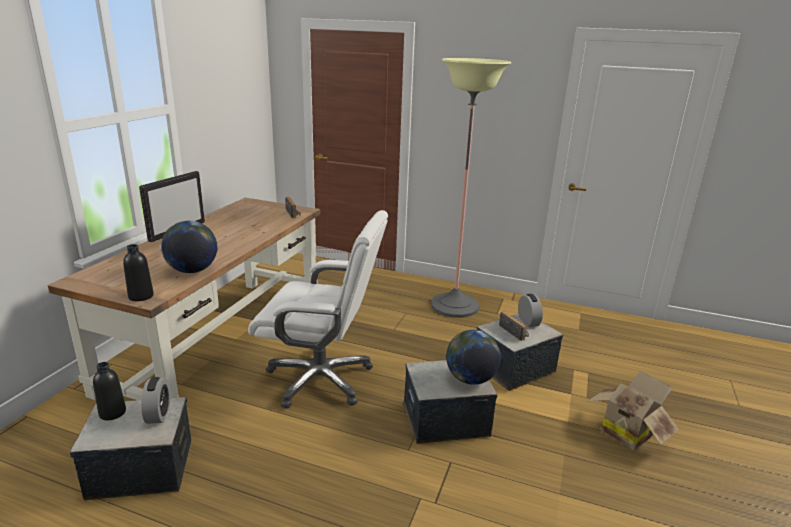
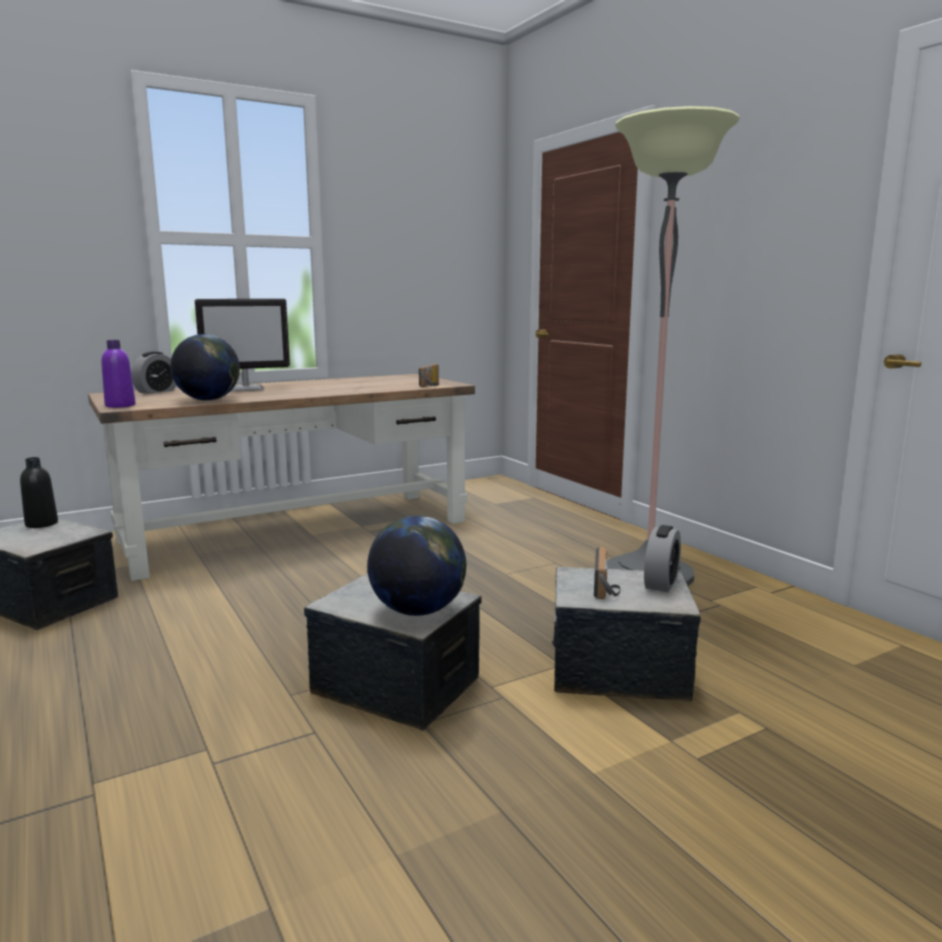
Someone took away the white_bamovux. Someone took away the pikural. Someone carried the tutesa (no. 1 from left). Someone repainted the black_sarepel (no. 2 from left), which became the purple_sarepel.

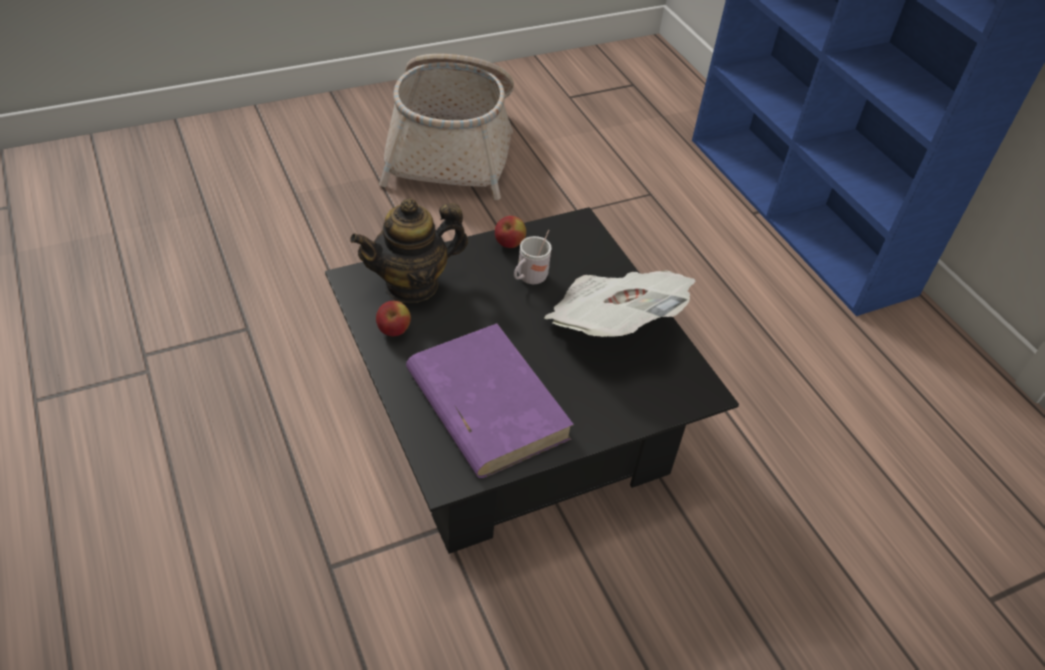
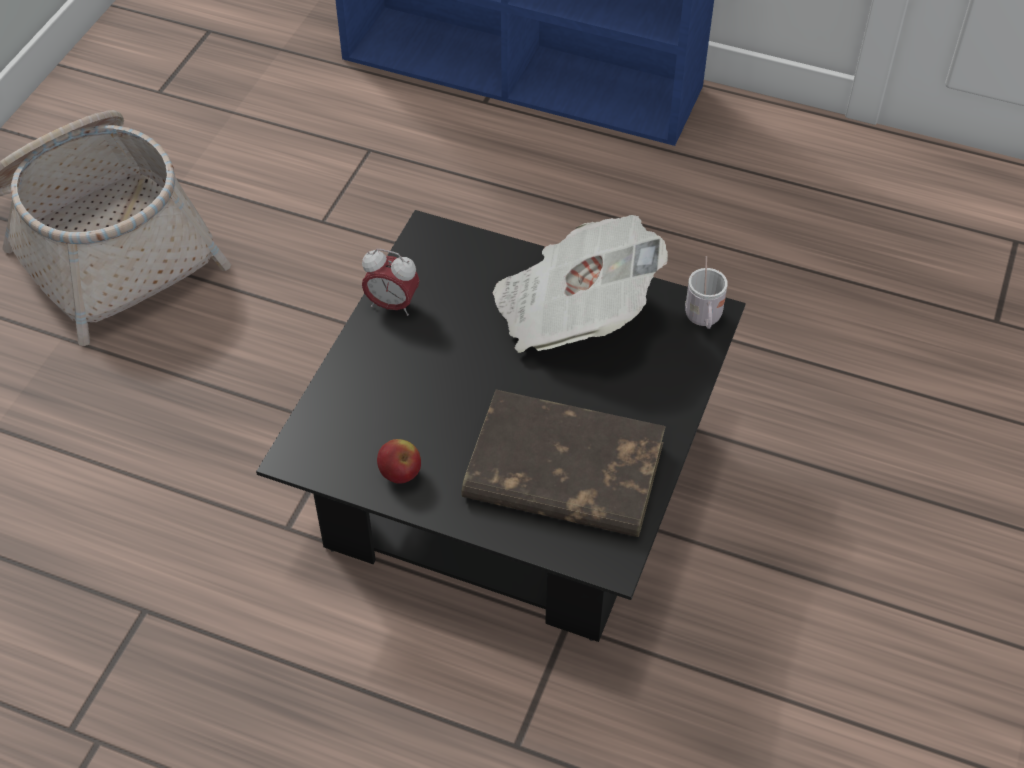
Someone took away the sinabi. Someone carried the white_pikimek. Someone swapped the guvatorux (no. 2 from left) for the tutesa. Someone repainted the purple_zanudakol, which became the brown_zanudakol.

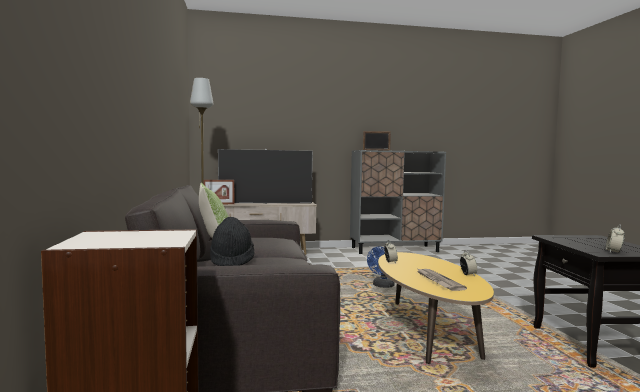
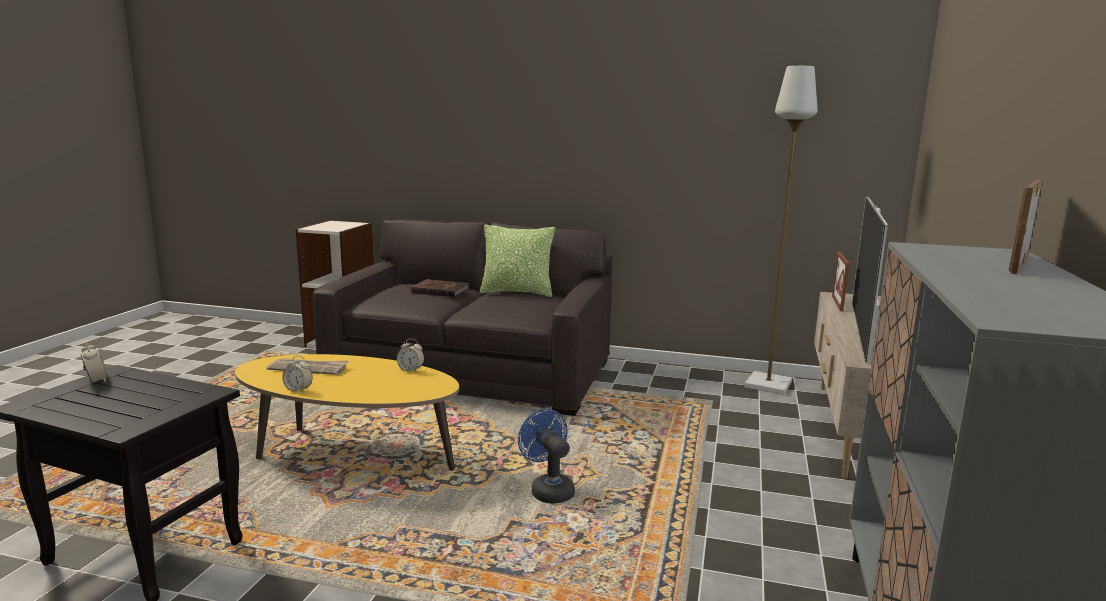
Someone swapped the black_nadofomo for the brown_zanudakol.

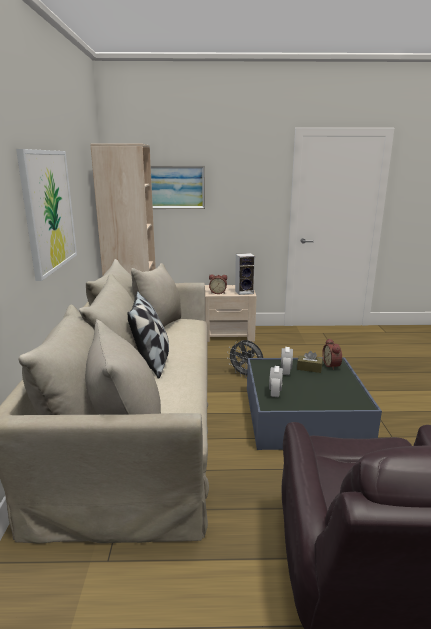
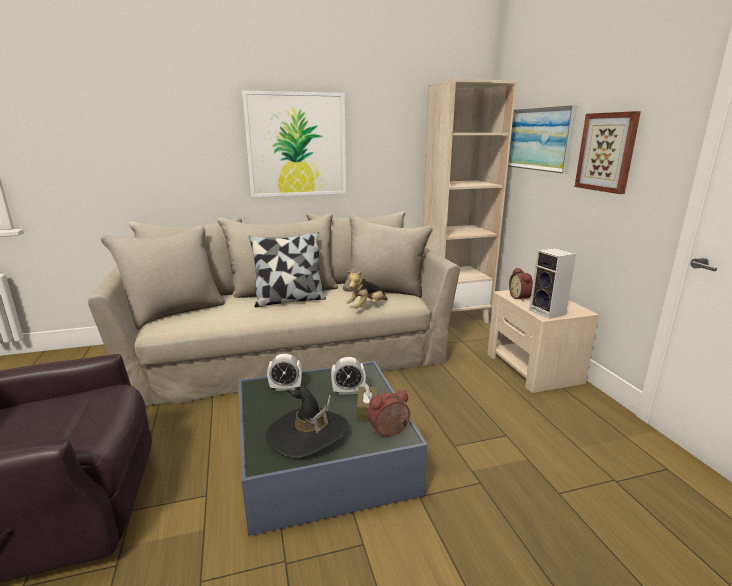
Someone took away the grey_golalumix. Someone put down the black_nadofomo. Someone put down the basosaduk. Someone put up the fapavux (no. 3 from left).

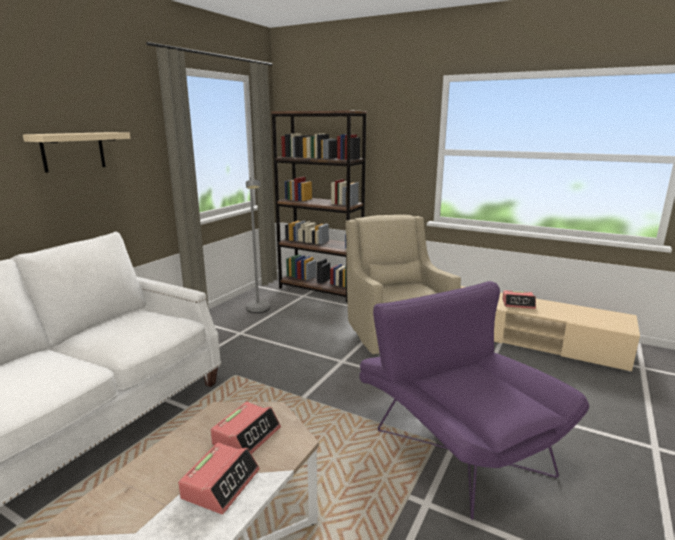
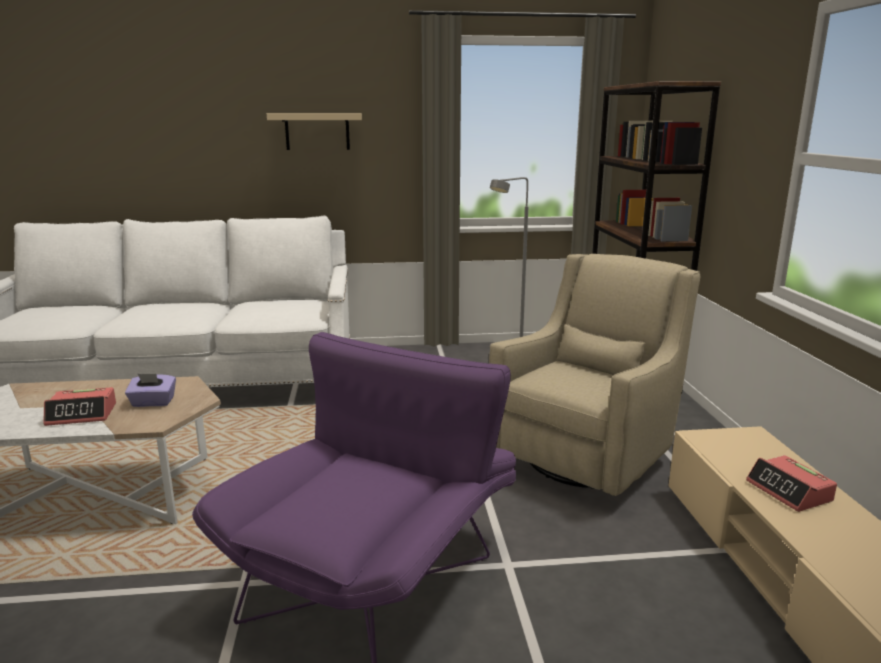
Someone swapped the tutesa (no. 2 from left) for the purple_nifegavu.

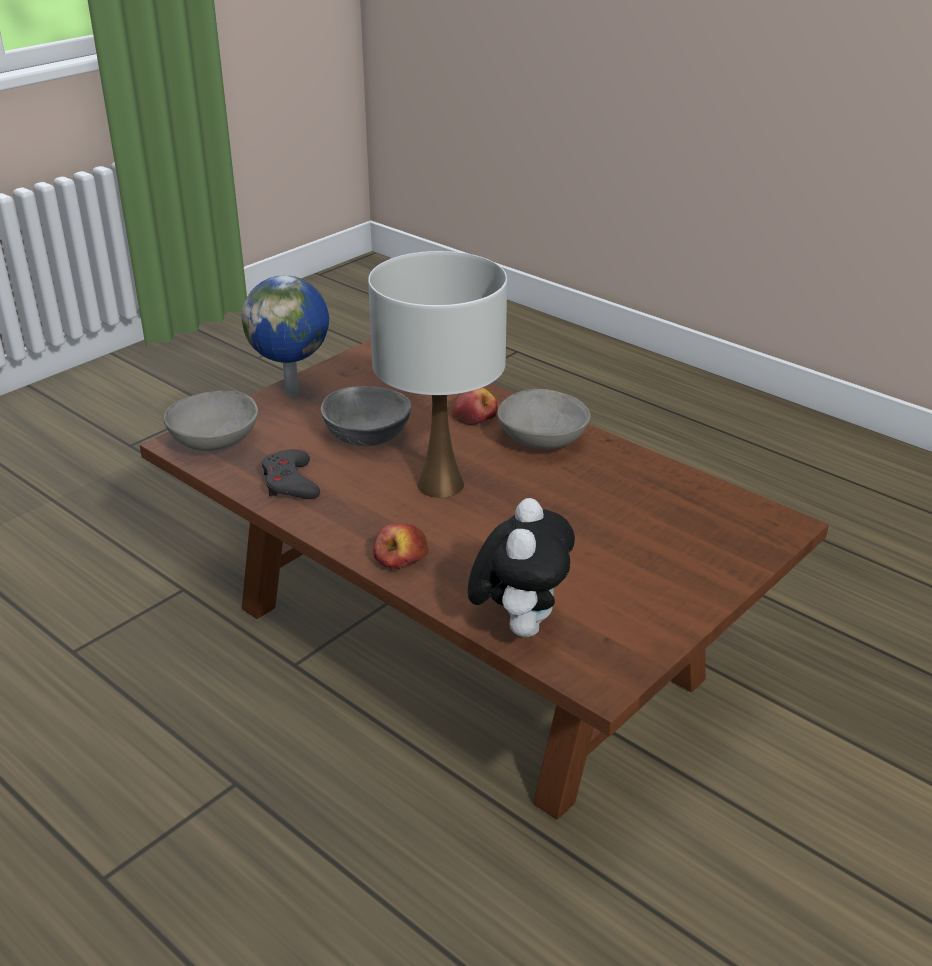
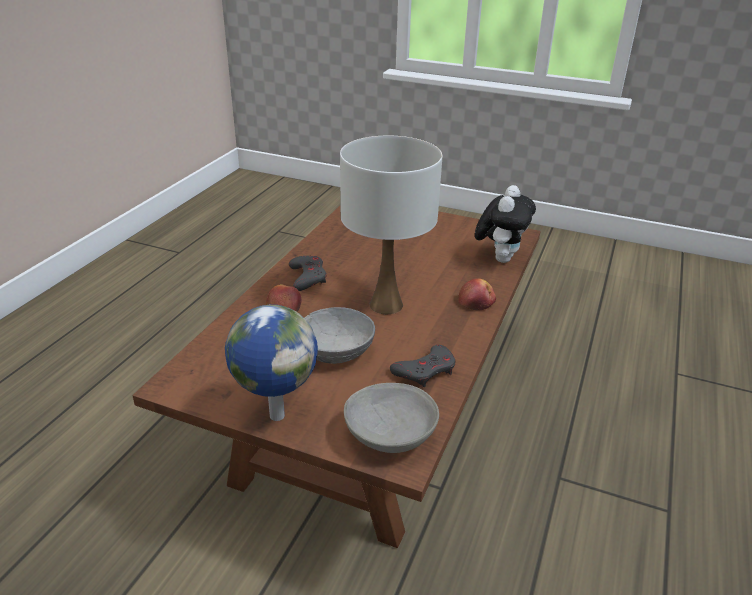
Someone swapped the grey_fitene (no. 3 from left) for the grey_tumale (no. 1 from left). Someone rotated the basosaduk by 120 degrees clockwise.

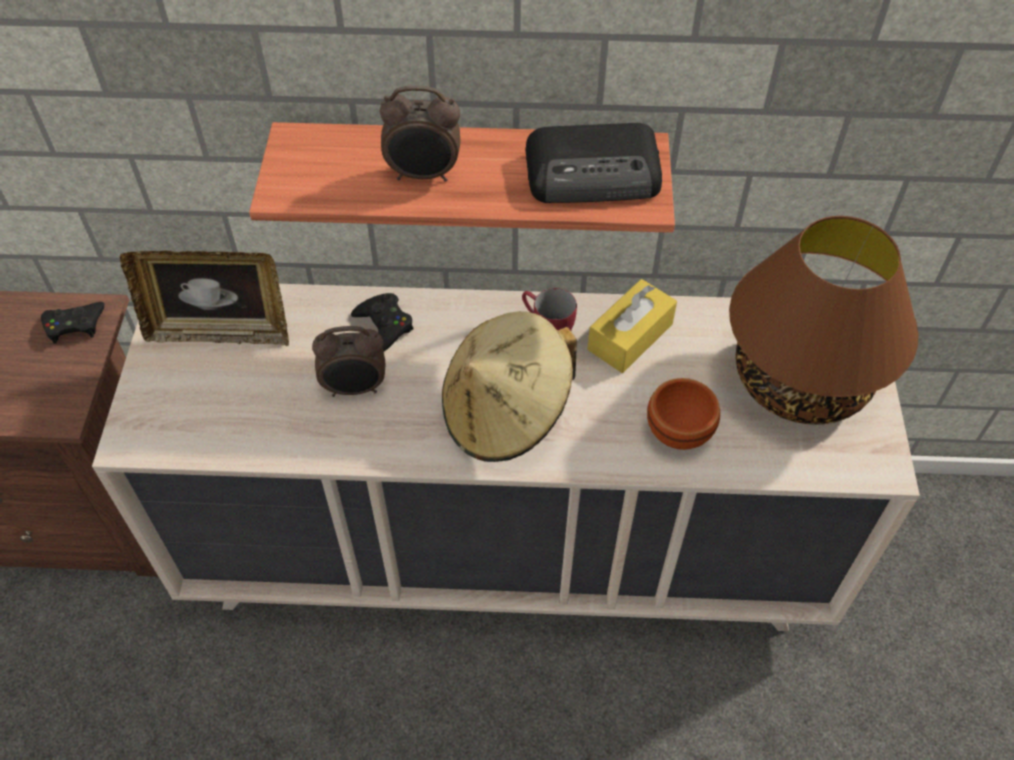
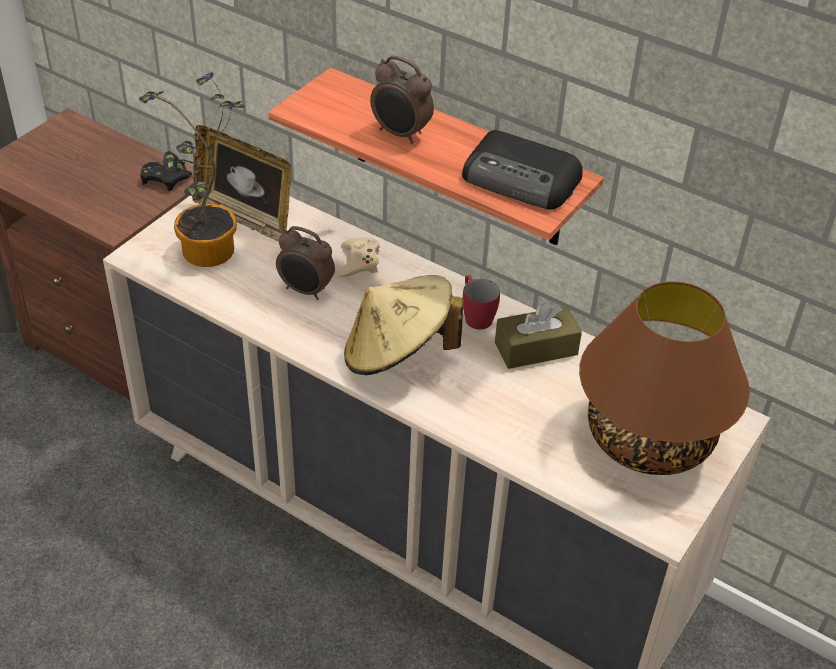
Someone took away the brown_fitene. Someone put down the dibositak. Someone repainted the black_tumale (no. 2 from left), which became the beige_tumale. Someone repainted the yellow_nifegavu, which became the brown_nifegavu.

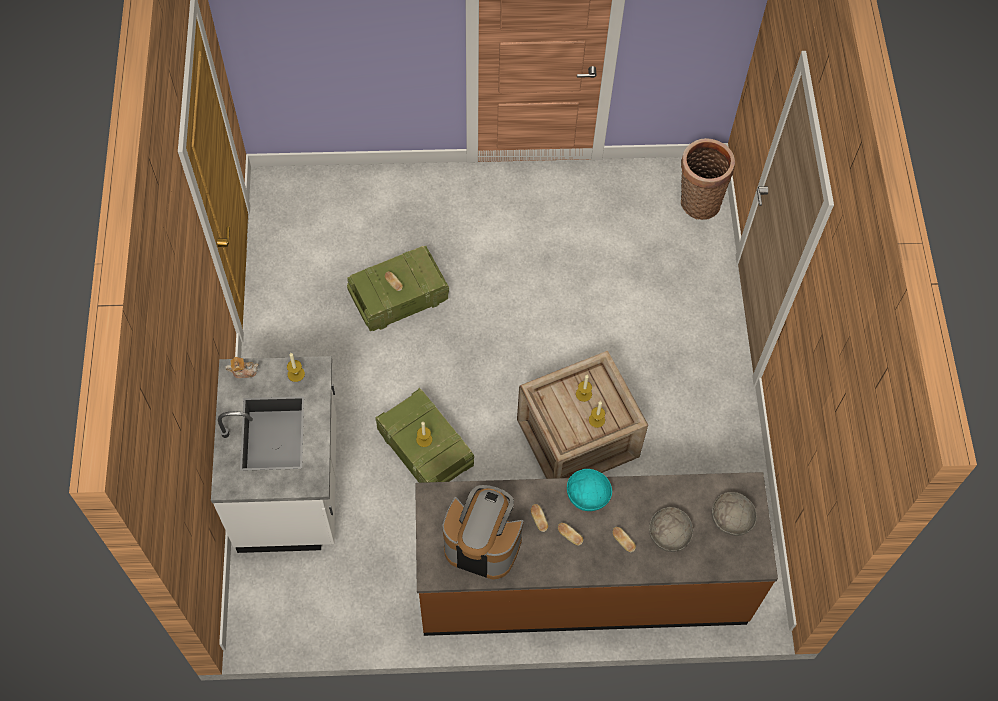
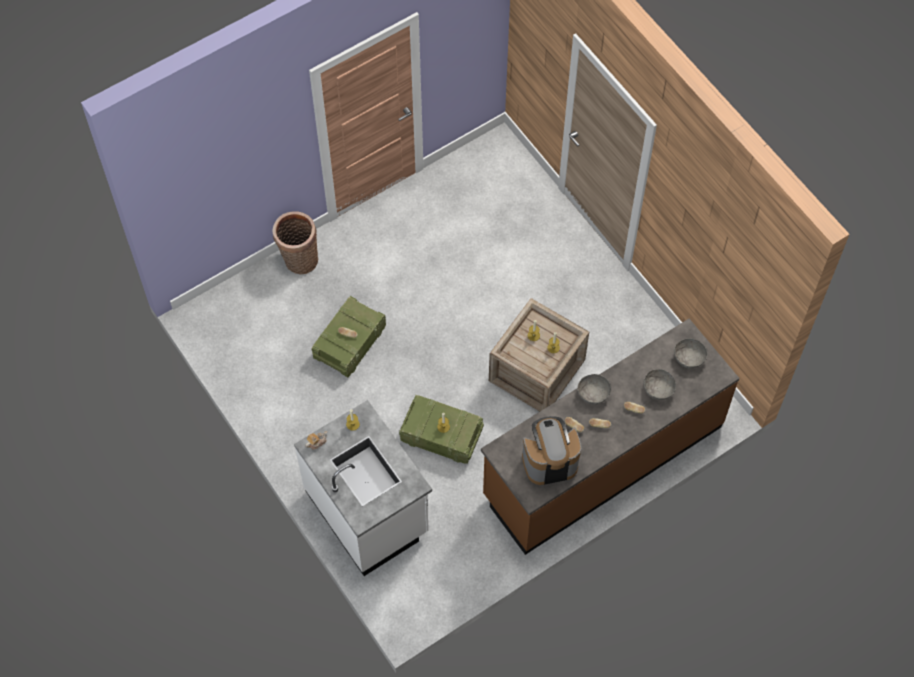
Someone carried the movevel. Someone repainted the turquoise_fitene, which became the grey_fitene (no. 1 from left).

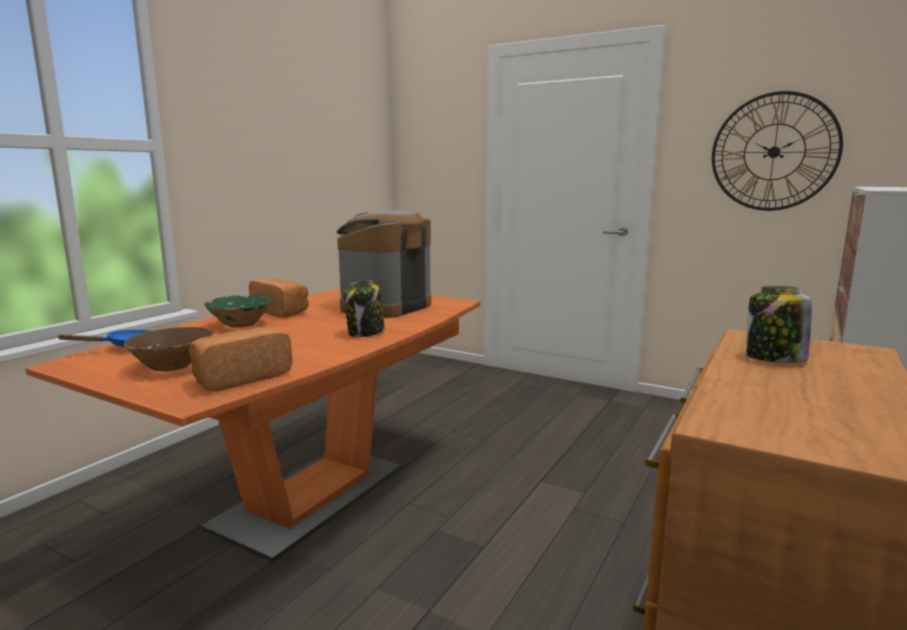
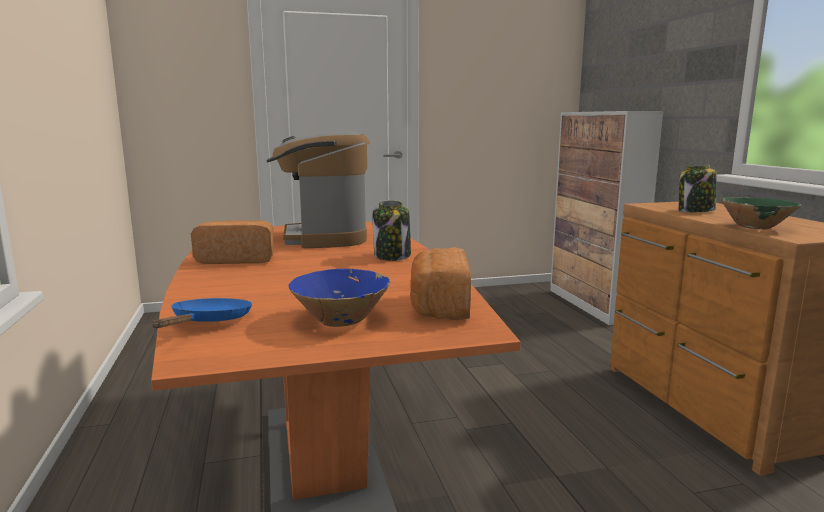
Someone took away the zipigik. Someone carried the green_fitene. Someone repainted the brown_fitene, which became the blue_fitene.

